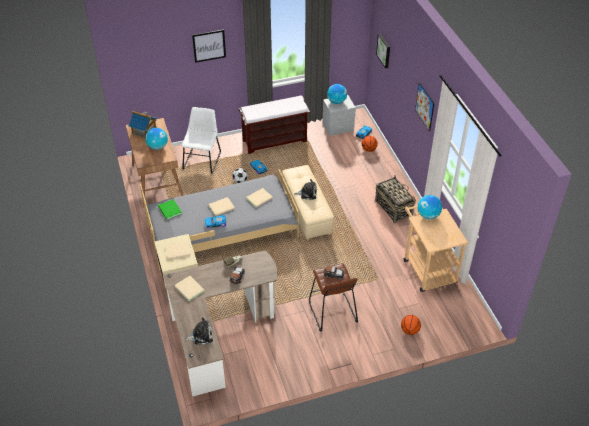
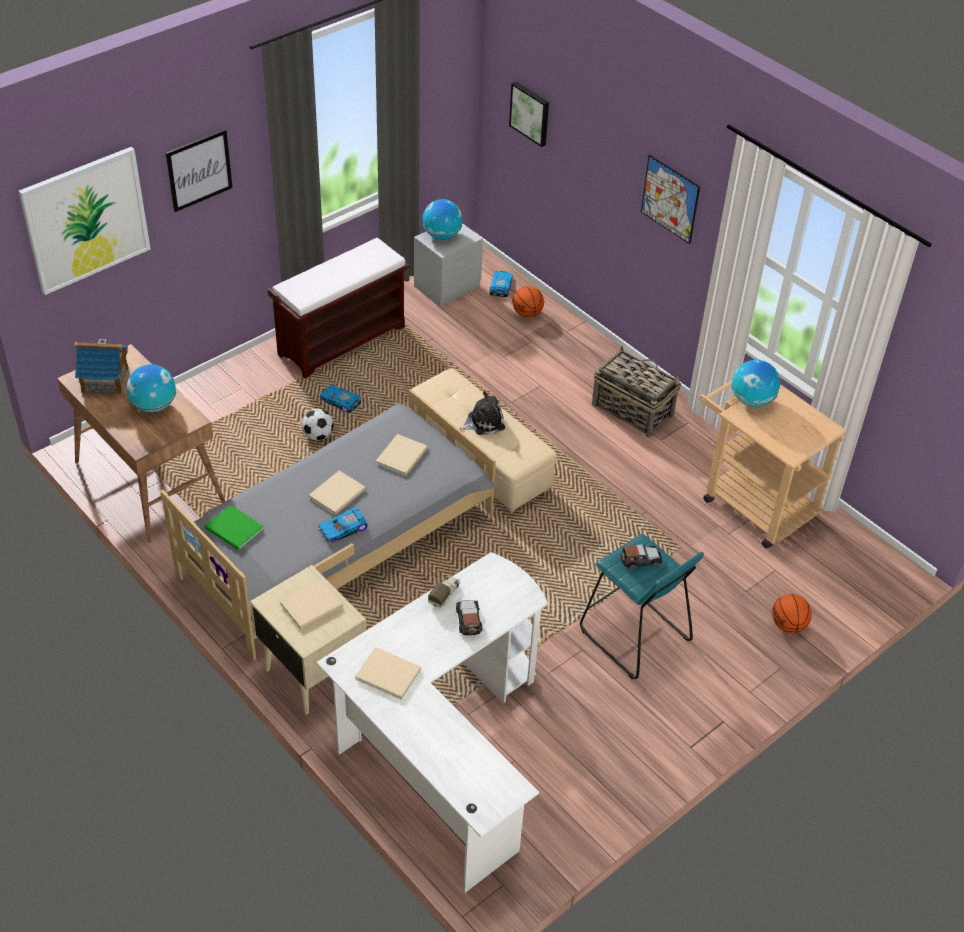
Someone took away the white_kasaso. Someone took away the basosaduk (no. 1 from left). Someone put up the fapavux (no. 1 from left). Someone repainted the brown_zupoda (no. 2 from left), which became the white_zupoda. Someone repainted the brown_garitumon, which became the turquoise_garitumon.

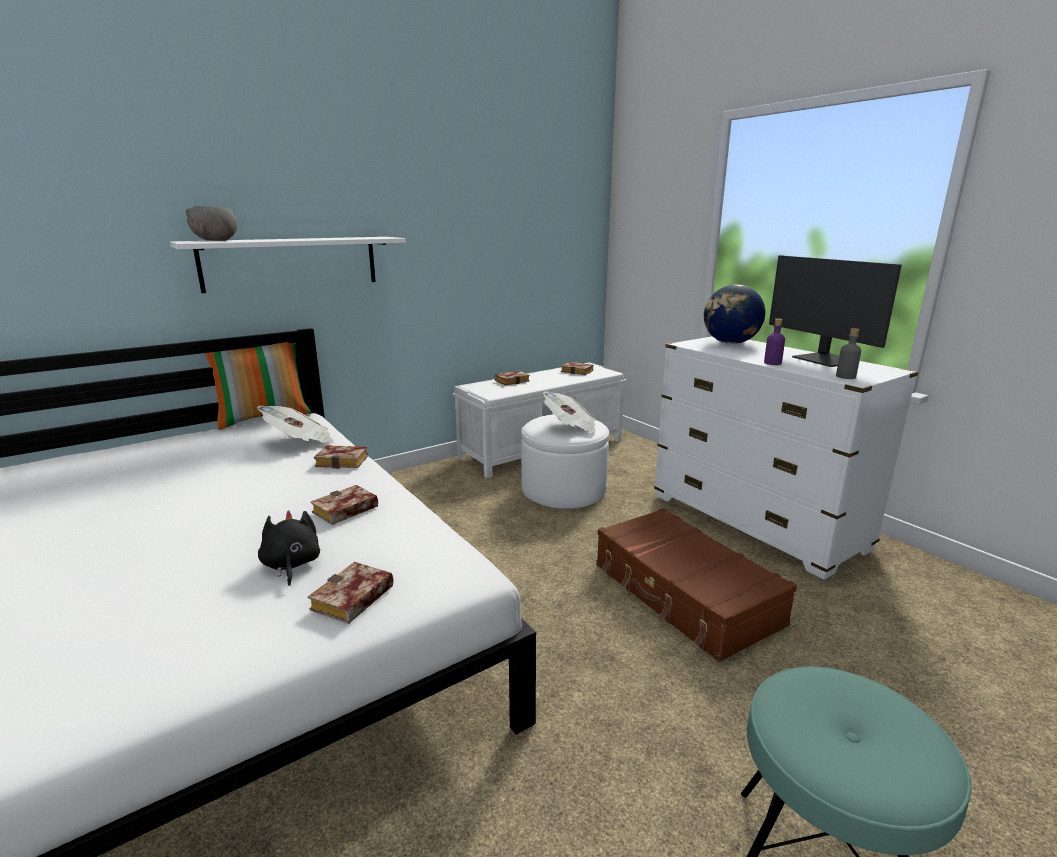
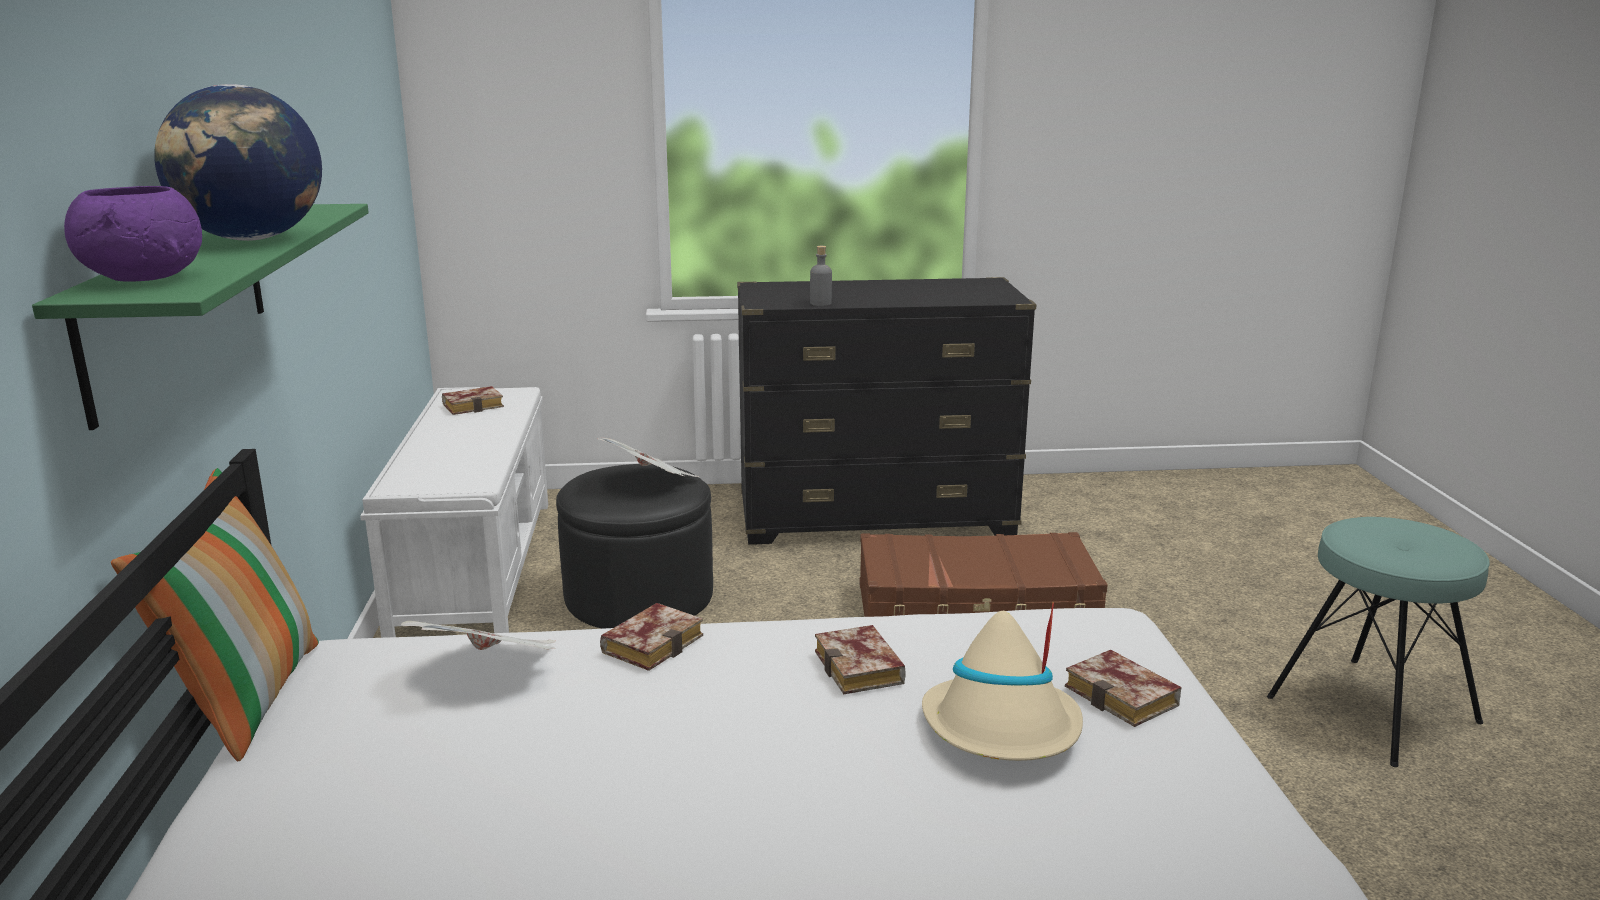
Someone took away the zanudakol (no. 4 from left). Someone took away the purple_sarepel. Someone took away the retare. Someone carried the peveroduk. Someone carried the grey_sarepel. Someone swapped the black_basosaduk for the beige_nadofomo. Someone repainted the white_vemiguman, which became the green_vemiguman. Someone repainted the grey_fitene, which became the purple_fitene. Someone repainted the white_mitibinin, which became the black_mitibinin. Someone repainted the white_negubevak, which became the black_negubevak.

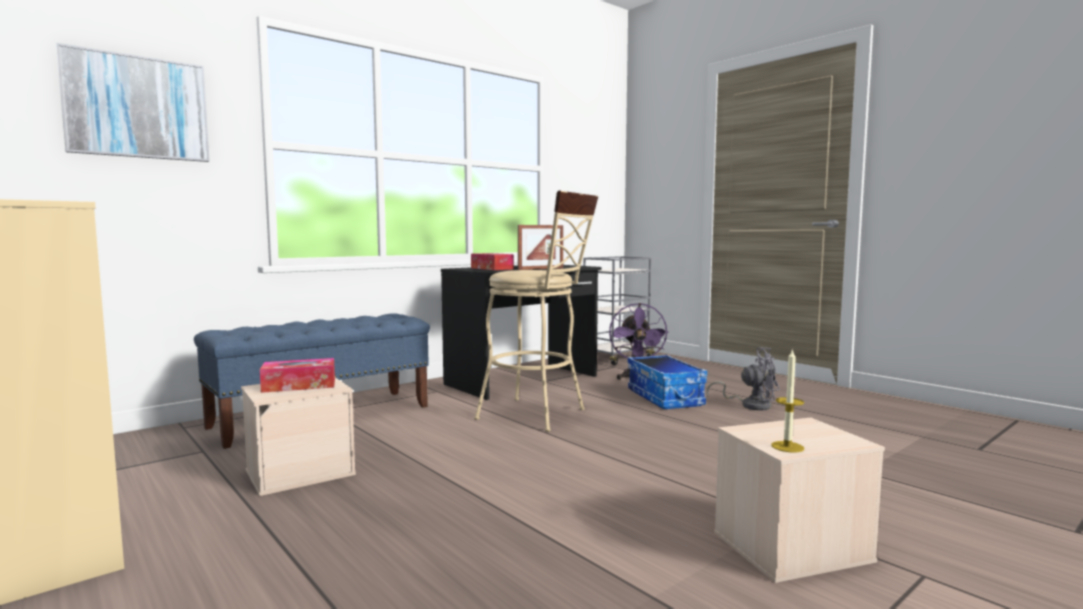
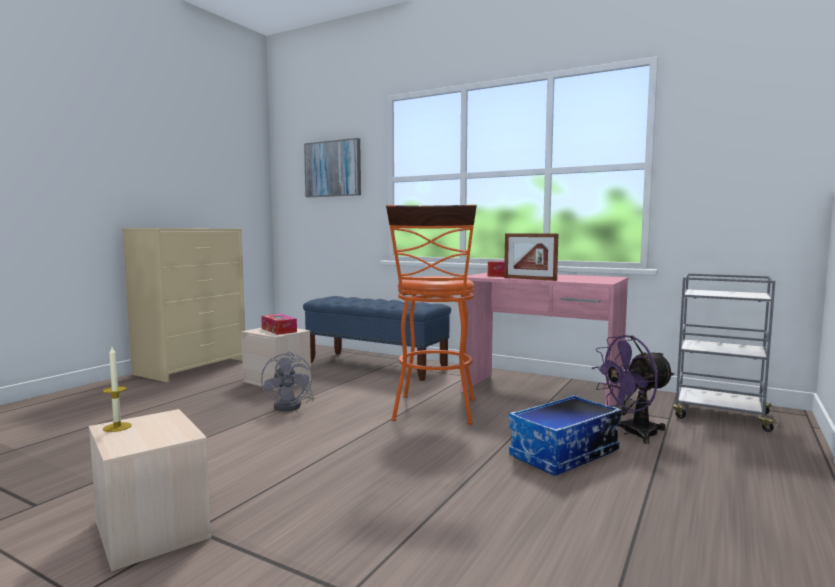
Someone carried the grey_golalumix. Someone repainted the black_zupoda, which became the pink_zupoda. Someone repainted the beige_garitumon, which became the orange_garitumon.

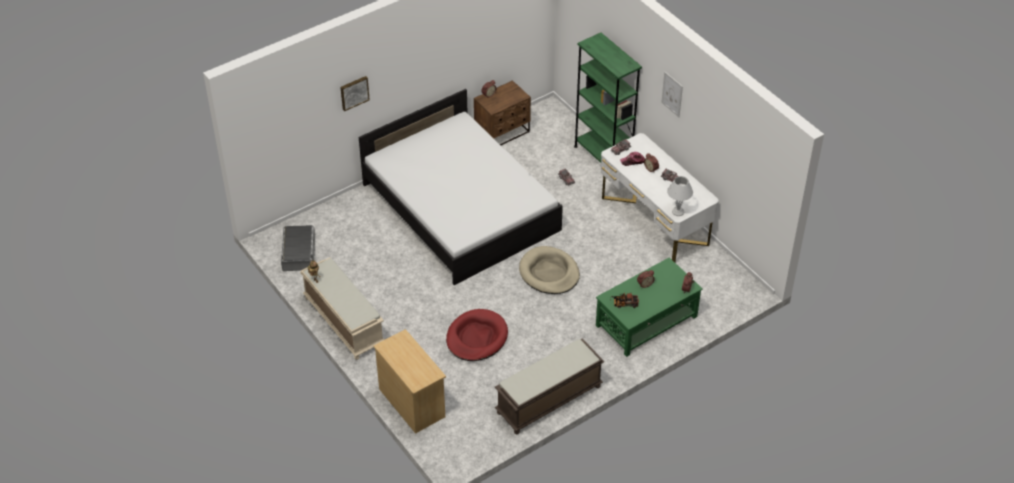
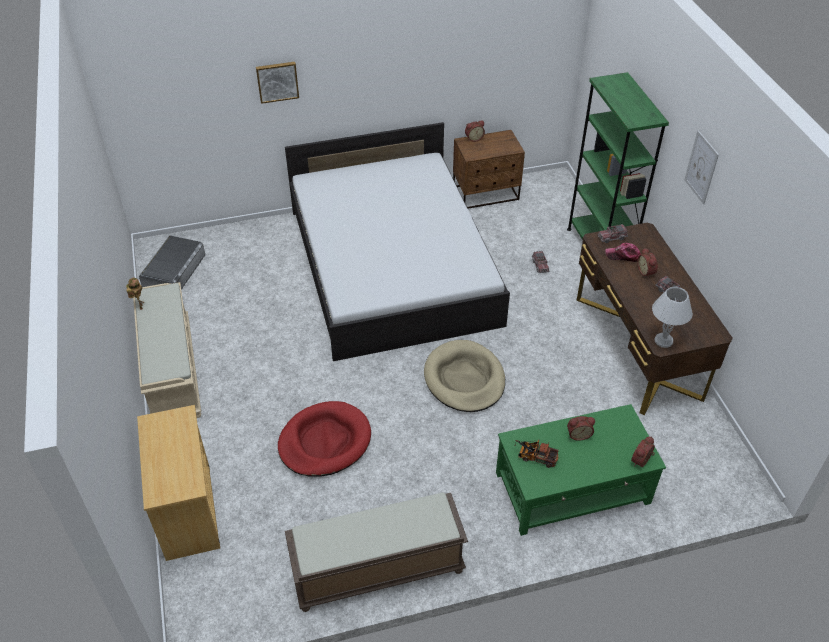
Someone repainted the white_zupoda, which became the brown_zupoda.

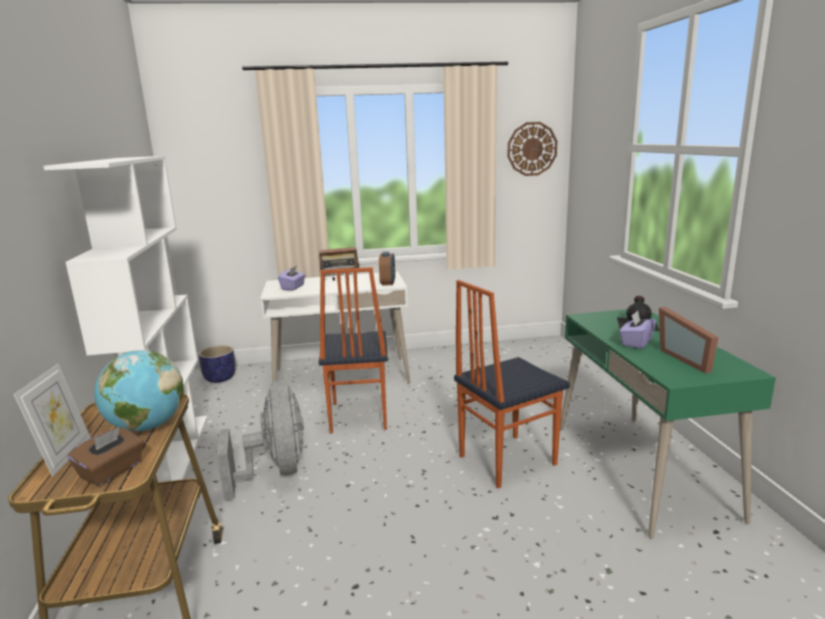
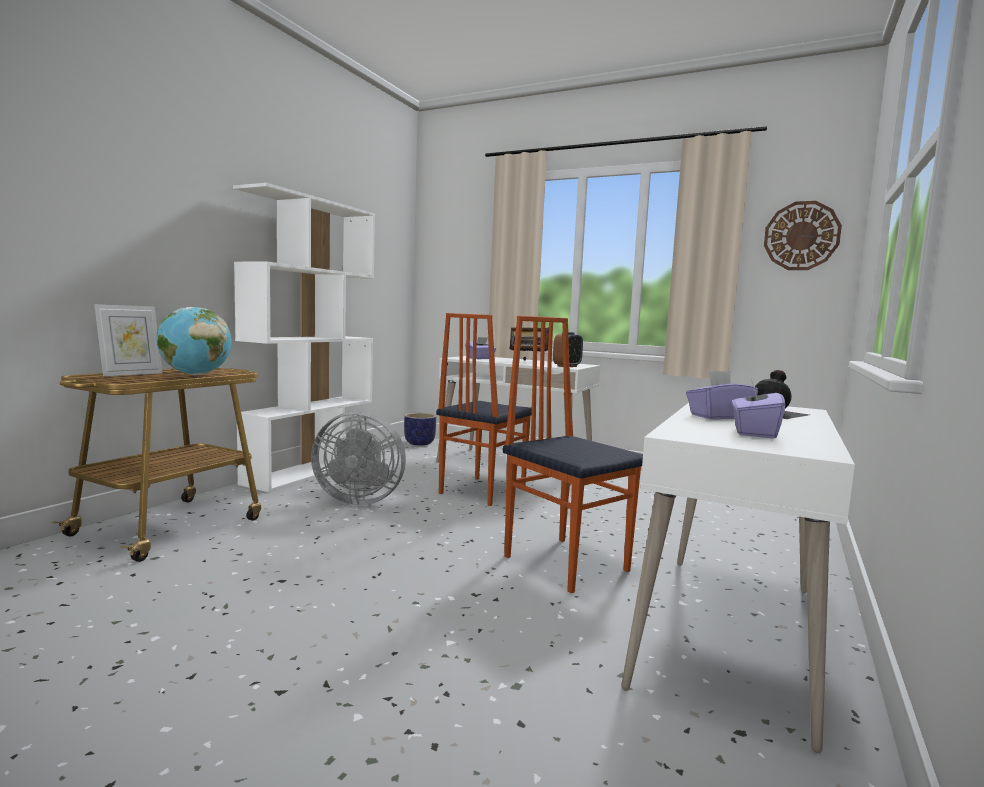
Someone took away the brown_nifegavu. Someone swapped the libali (no. 2 from left) for the purple_nifegavu (no. 3 from left). Someone repainted the green_zupoda, which became the white_zupoda (no. 2 from left). Someone rotated the grey_golalumix by 75 degrees clockwise. Someone rotated the kasaso (no. 2 from left) by 45 degrees clockwise.

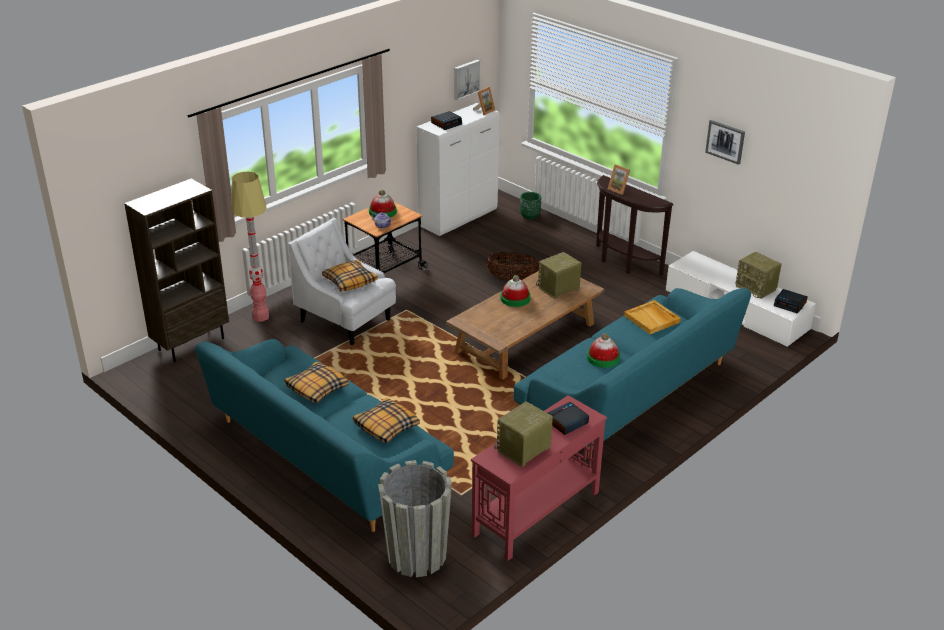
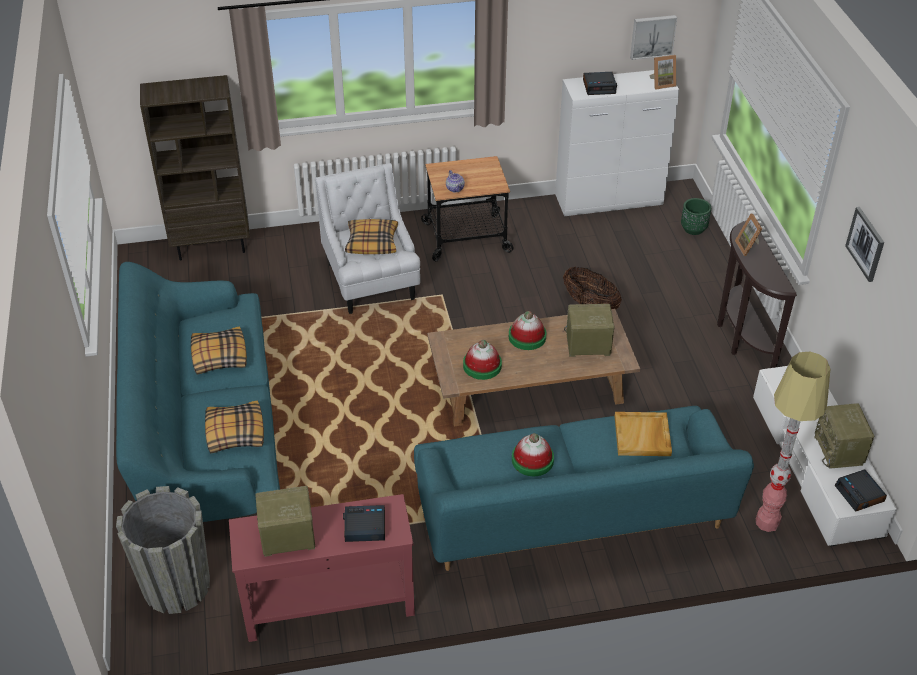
Someone carried the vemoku. Someone carried the nadofomo (no. 1 from left).

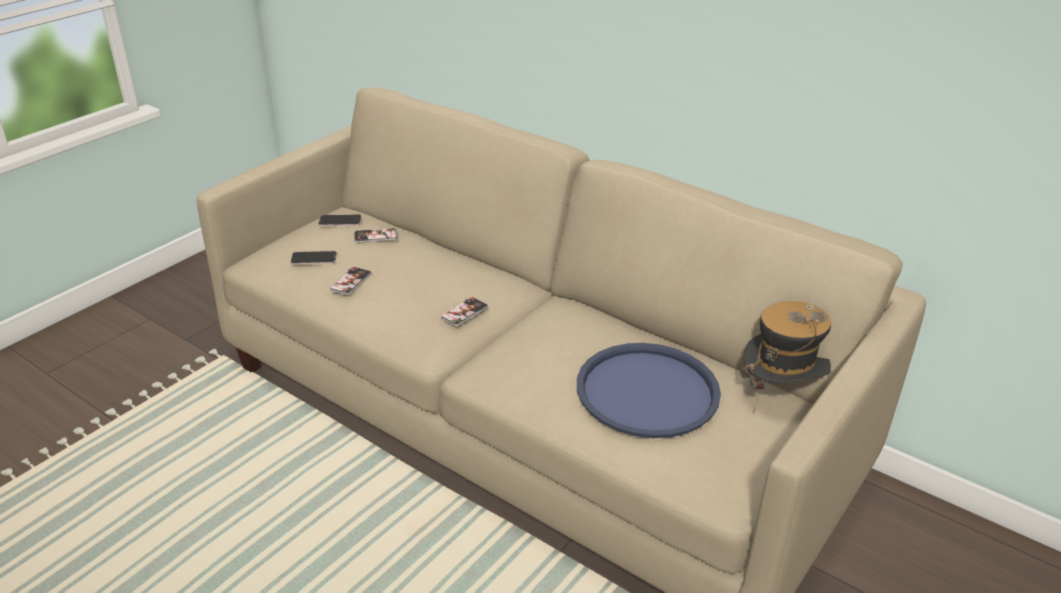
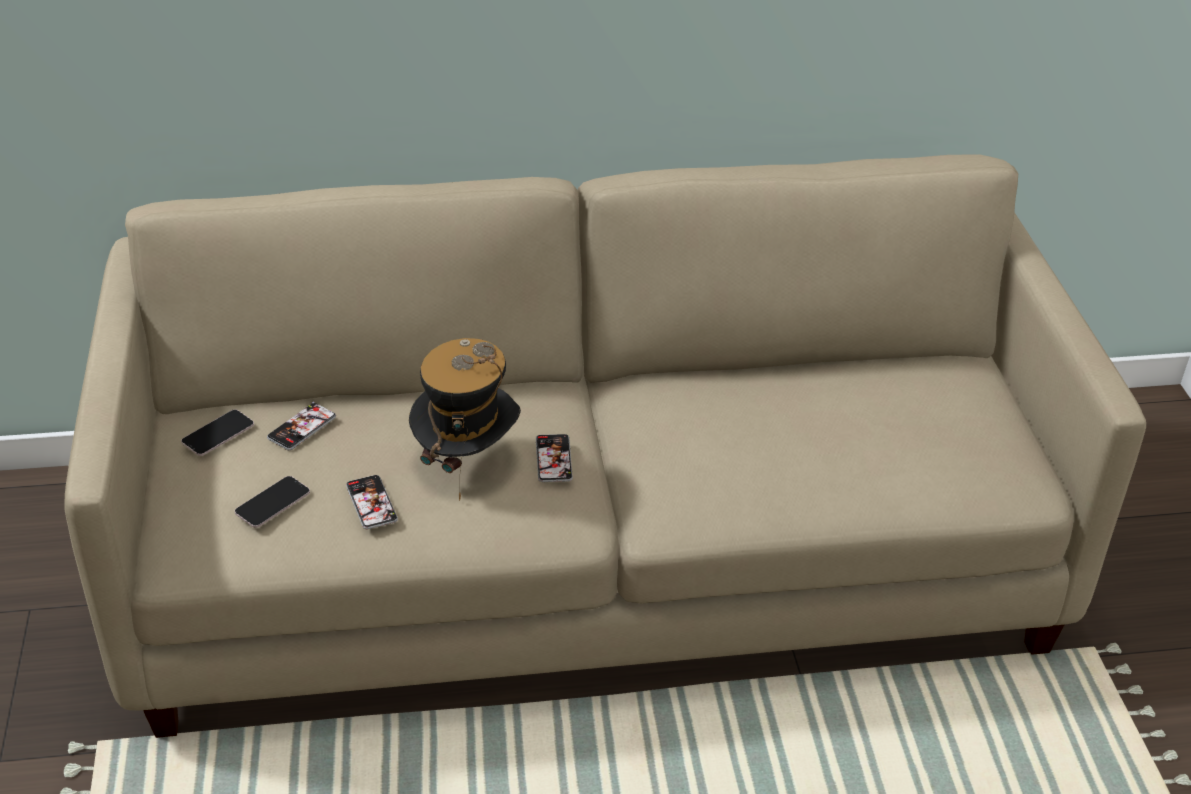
Someone took away the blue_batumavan. Someone carried the nadofomo.

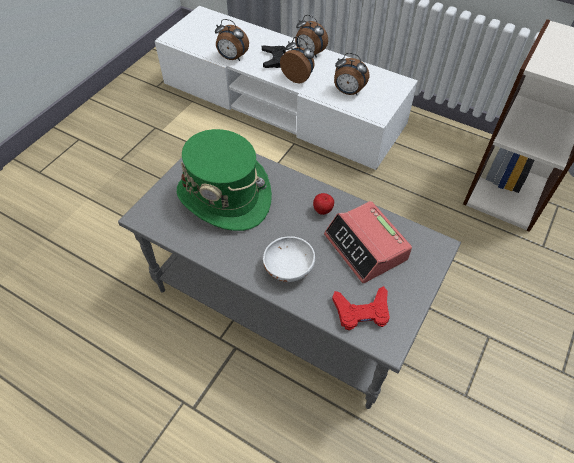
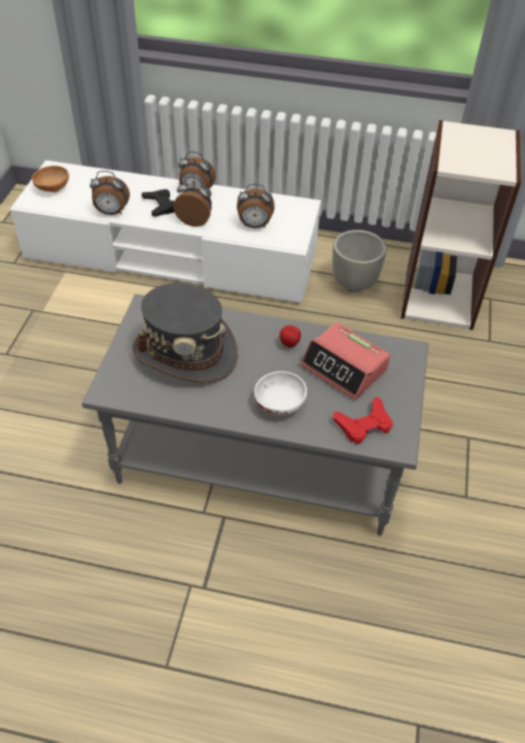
Someone put down the brown_fitene. Someone put down the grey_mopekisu. Someone repainted the green_nadofomo, which became the grey_nadofomo.

